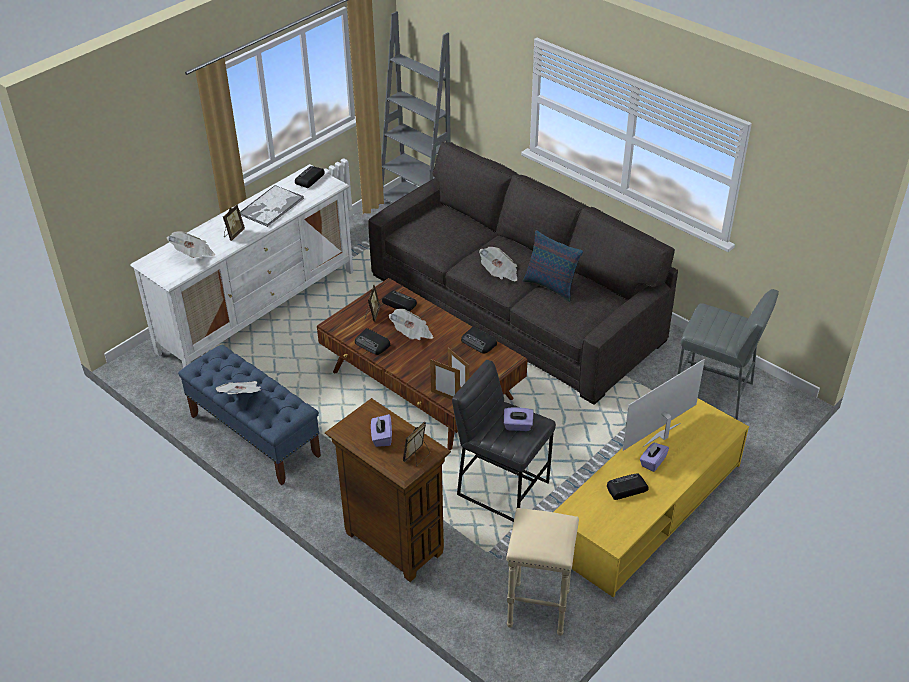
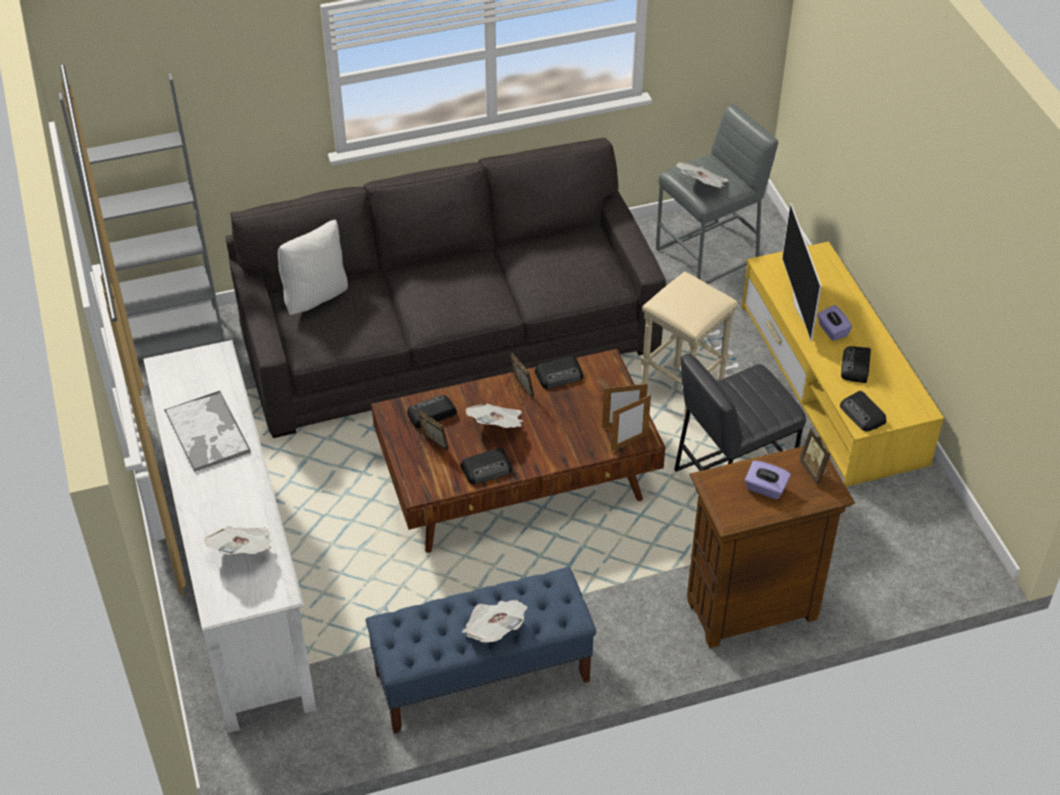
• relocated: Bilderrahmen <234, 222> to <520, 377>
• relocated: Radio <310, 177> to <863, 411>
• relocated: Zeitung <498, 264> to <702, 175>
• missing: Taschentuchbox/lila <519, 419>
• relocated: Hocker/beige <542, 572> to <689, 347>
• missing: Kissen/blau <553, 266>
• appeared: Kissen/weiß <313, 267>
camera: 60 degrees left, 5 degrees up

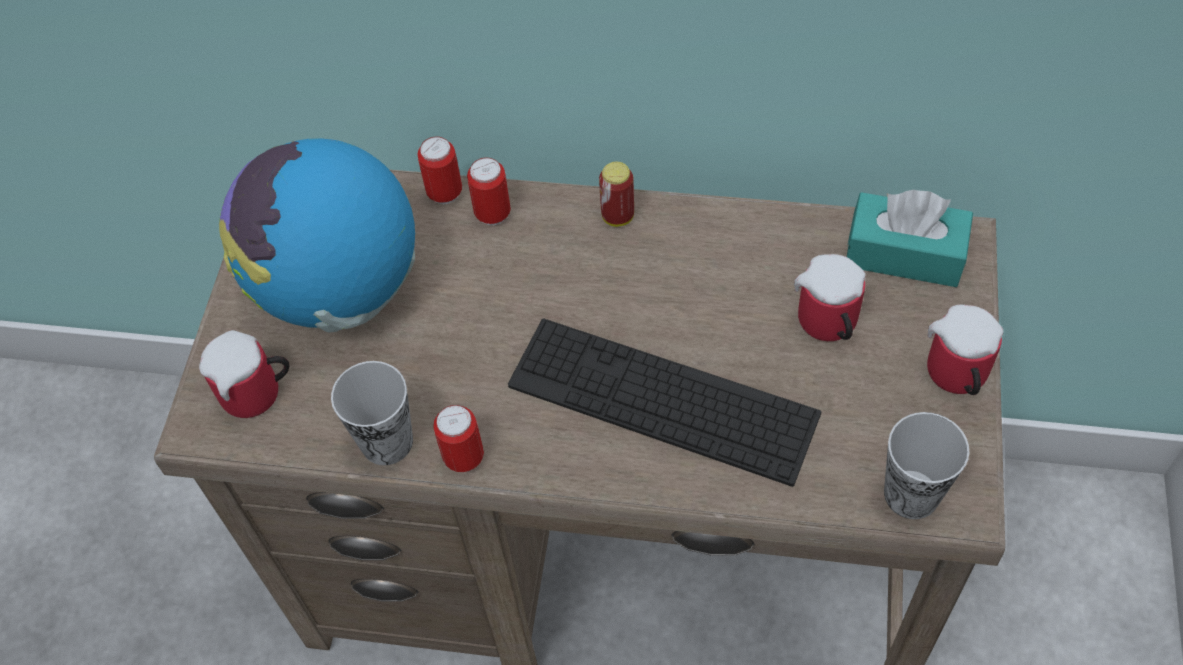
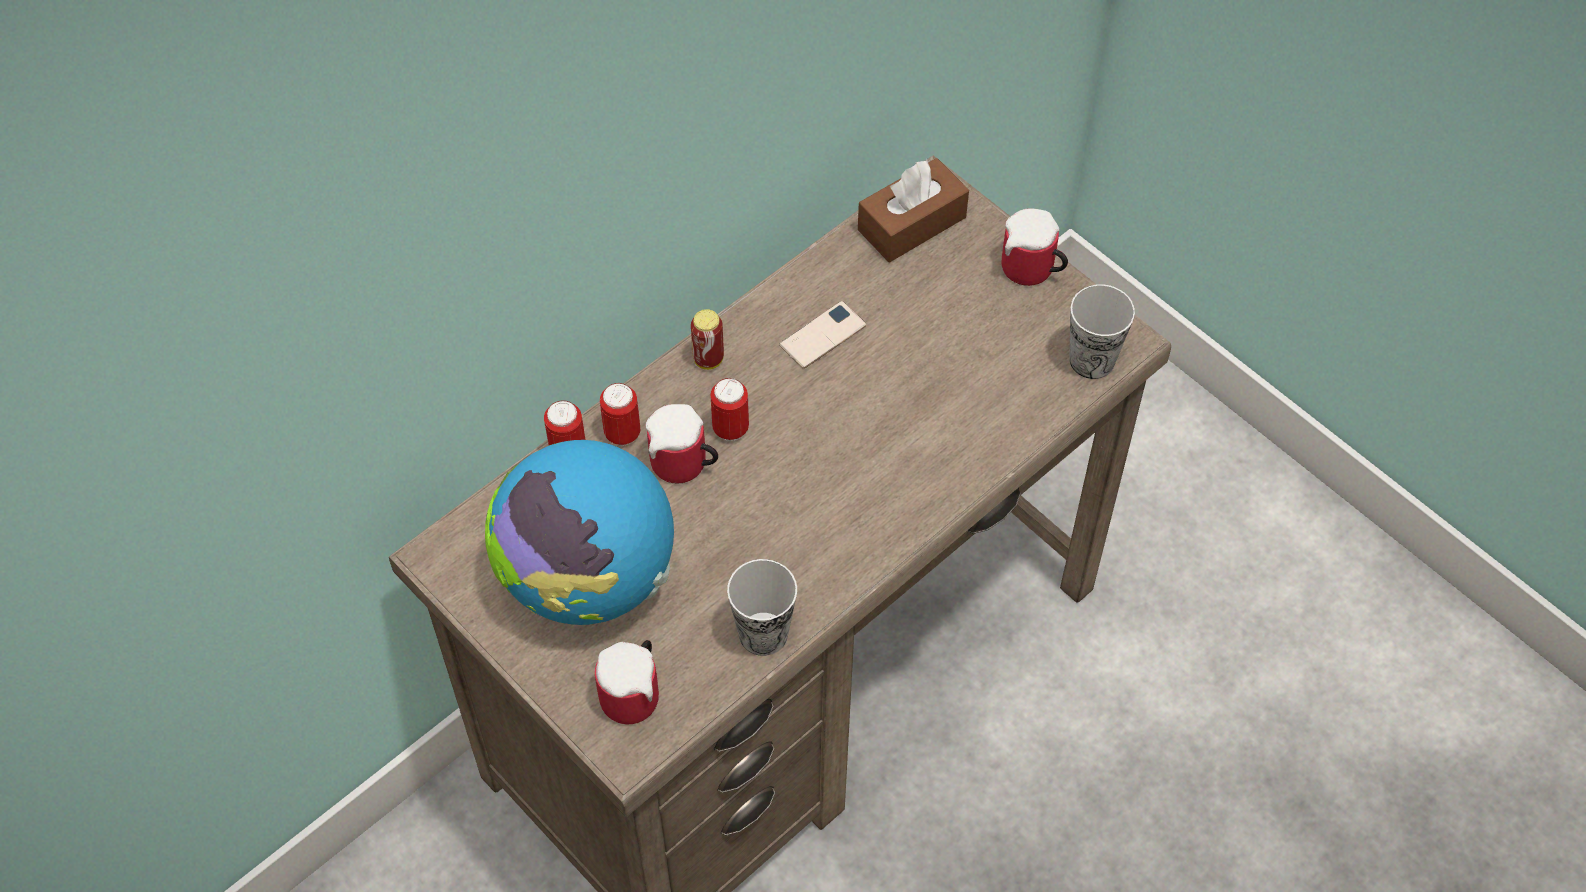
• relocated: Dose <458, 438> to <730, 409>
• missing: Tastatur <664, 403>
• relocated: Henkelbecher <830, 297> to <681, 444>
• colour: Taschentuchbox/türkis <910, 238> to Taschentuchbox/braun <913, 210>
• appeared: Handy <823, 335>
camera: 55 degrees left, 0 degrees up

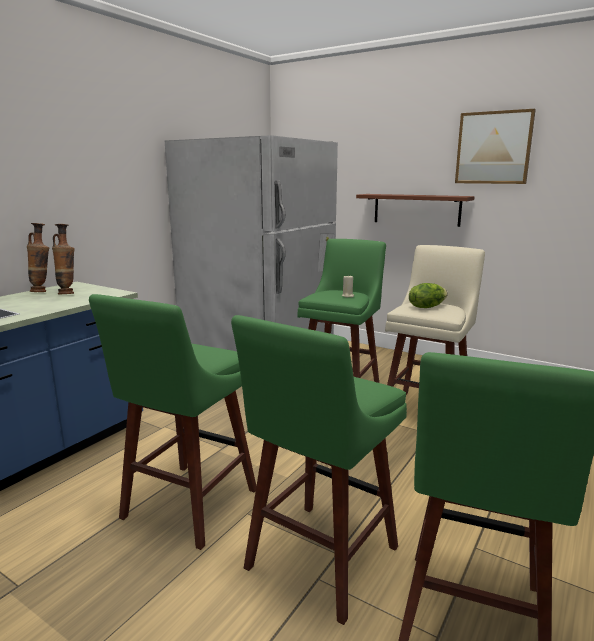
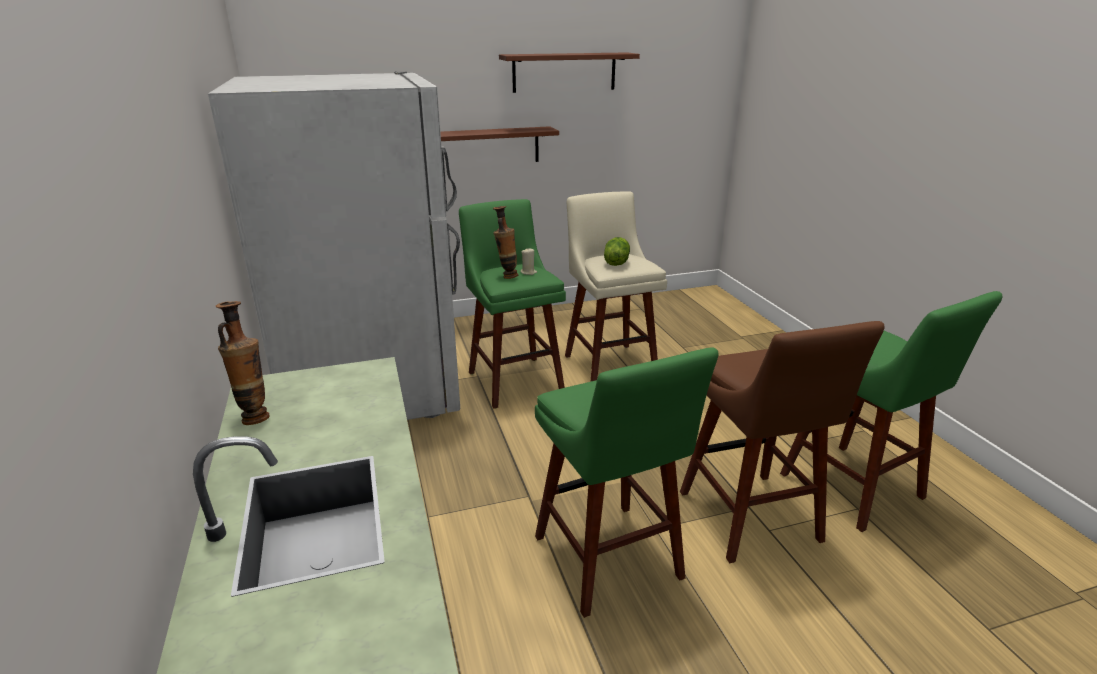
• relocated: Vase <63, 259> to <505, 242>
• colour: Hocker/grün <319, 470> to Hocker/braun <782, 442>
• exchanged: Bild <495, 146> to Wandregal/braun <569, 72>
camera: 50 degrees left, 10 degrees up

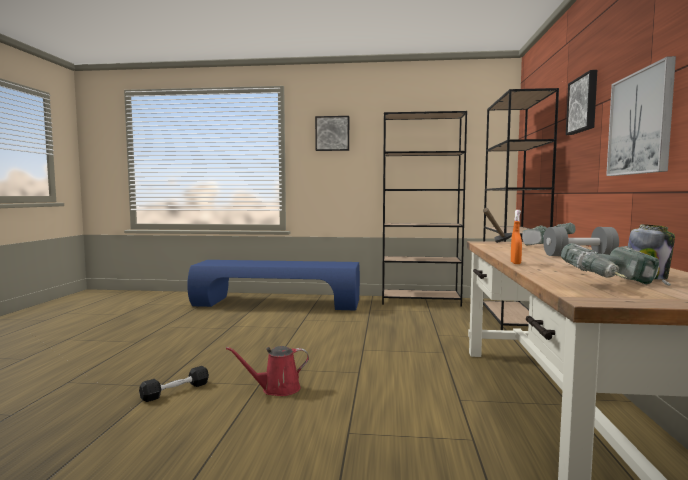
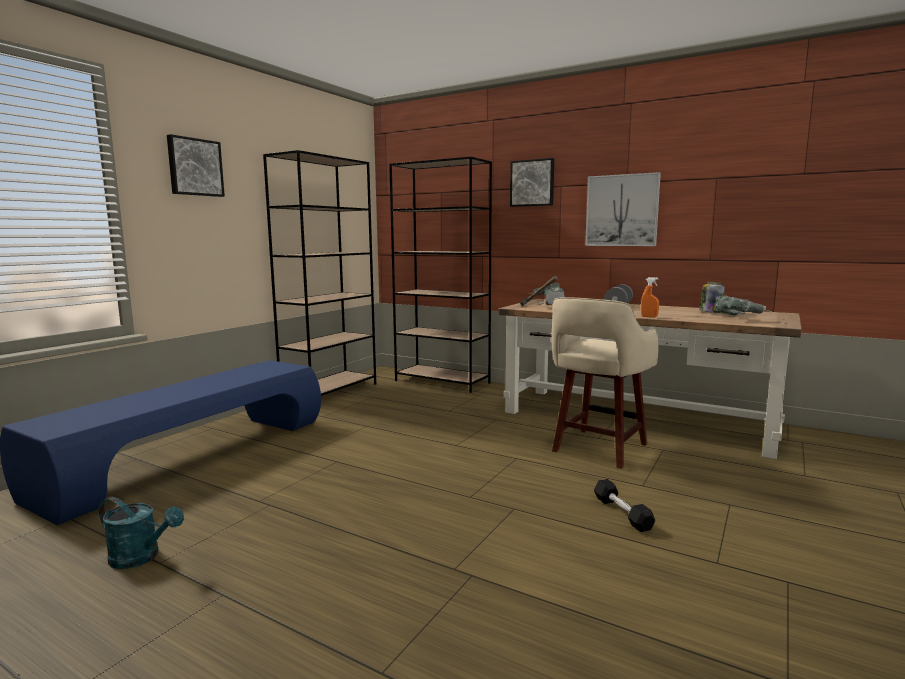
• relocated: Hantel/schwarz <174, 384> to <624, 505>
• missing: Gießkanne/rot <267, 371>
• appeared: Gießkanne/türkis <141, 533>
• appeared: Hocker/beige <605, 383>
camera: 65 degrees left, 5 degrees up

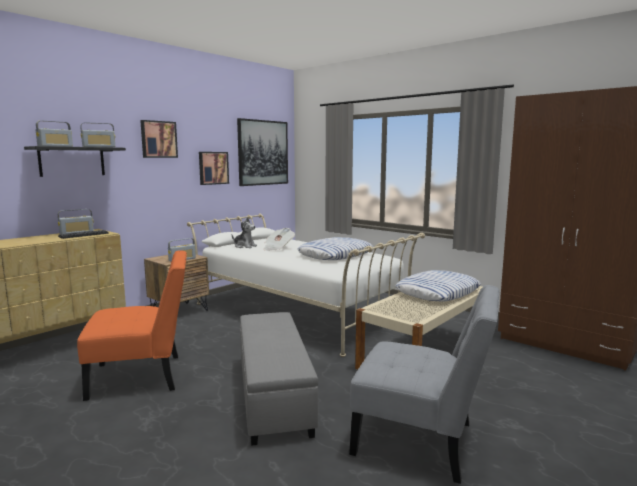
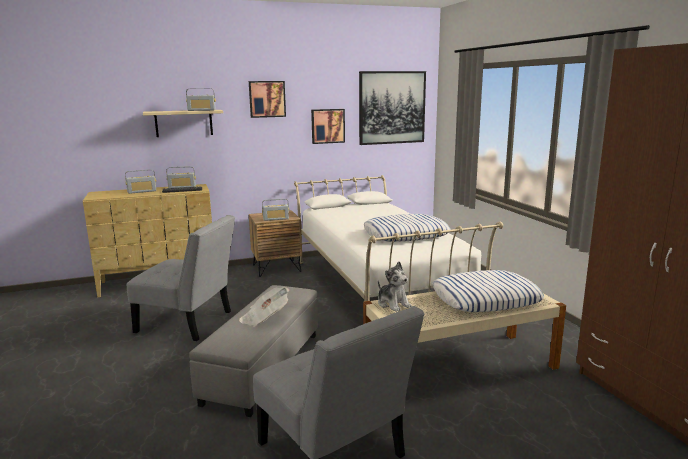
• colour: Wandregal/schwarz <75, 161> to Wandregal/beige <183, 123>
• relocated: Radio <54, 134> to <140, 181>
• colour: Stuhl/orange <132, 325> to Stuhl/grau <181, 278>
• relocated: Plüschtier <244, 232> to <394, 286>
• relocated: Zeitung <279, 239> to <264, 307>
camera: 30 degrees right, 5 degrees up

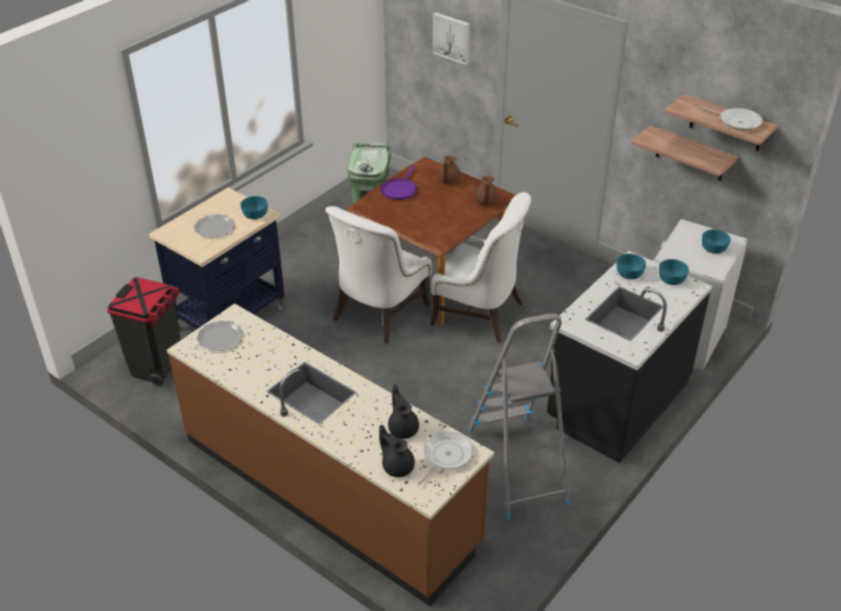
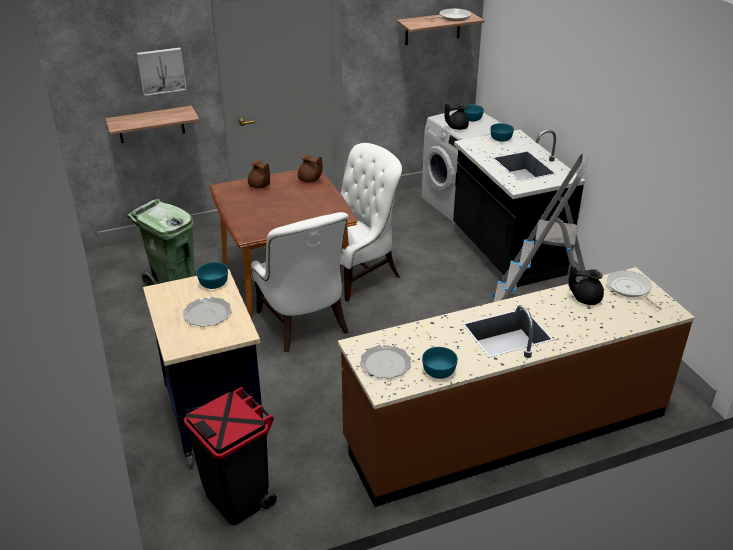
• relocated: Teekanne/schwarz <397, 451> to <456, 116>
• missing: Pfanne/lila <399, 183>
• relocated: Schüssel/türkis <631, 266> to <440, 363>
• relocated: Wandregal <684, 153> to <152, 124>
camera: 60 degrees left, 5 degrees down

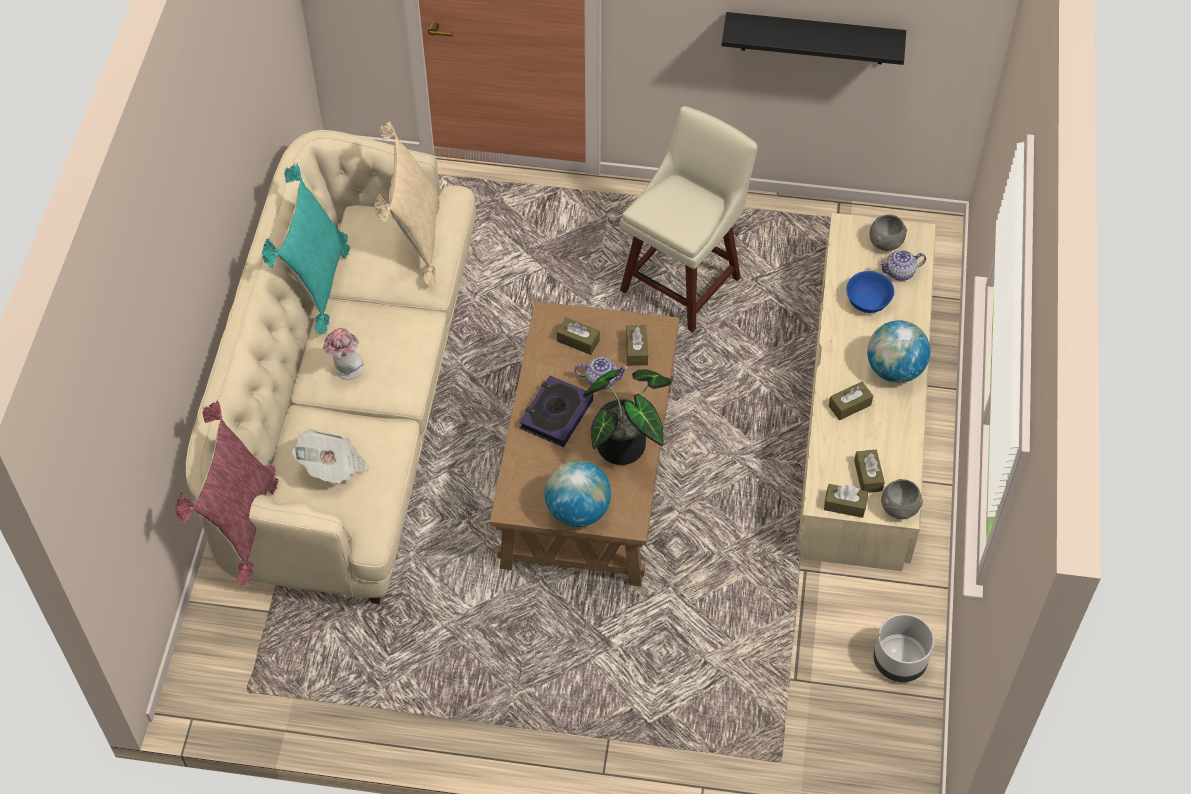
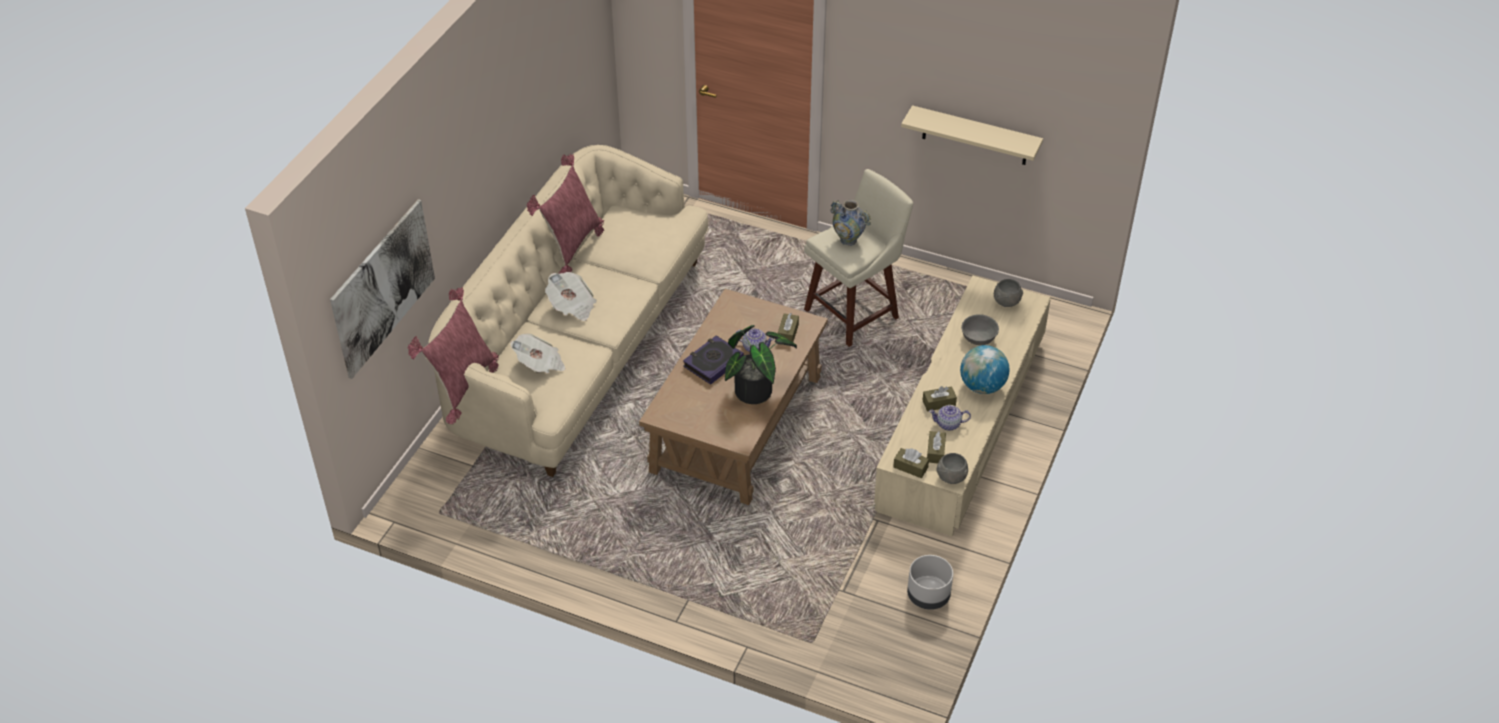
• colour: Kissen/türkis <305, 248> to Kissen/rot <565, 214>
• exchanged: Hut <343, 354> to Zeitung <571, 296>
• missing: Kissen/beige <407, 204>
• missing: Globus <578, 493>
• missing: Taschentuchbox/braun <578, 336>
• colour: Wandregal/schwarz <814, 38> to Wandregal/beige <972, 135>
• colour: Schüssel/blau <870, 292> to Schüssel/grau <980, 329>
• relocated: Teekanne <902, 265> to <950, 418>
• appeared: Bild <382, 289>
• appeared: Vase <850, 223>
camera: 15 degrees right, 10 degrees down

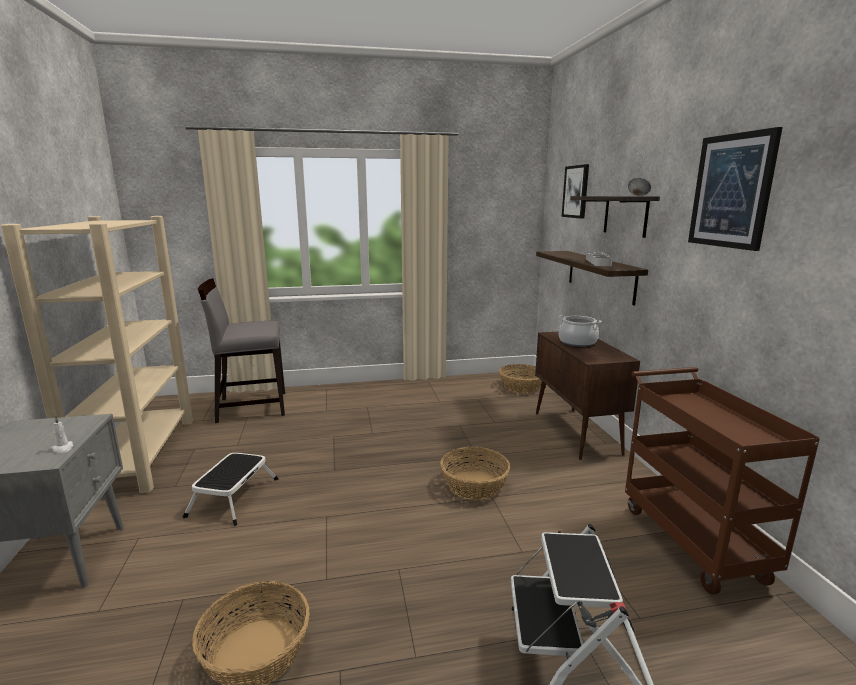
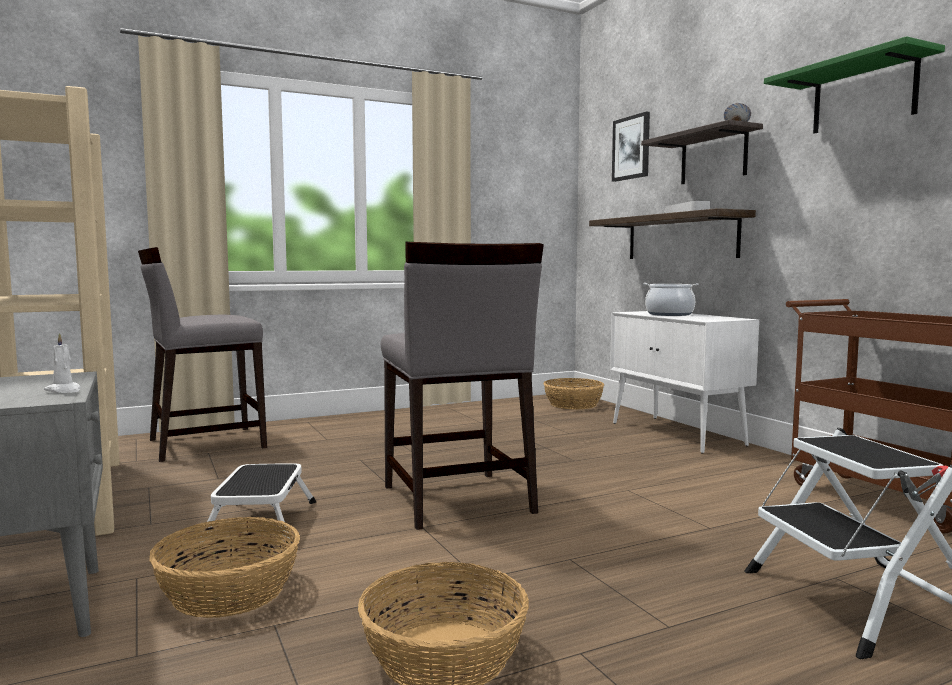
• relocated: Korb <475, 473> to <224, 567>
• colour: Schrank/braun <587, 396> to Schrank/weiß <684, 382>
• exchanged: Bild <735, 189> to Wandregal/grün <854, 85>
• appeared: Stuhl/grau <462, 386>
camera: 15 degrees left, 10 degrees down

